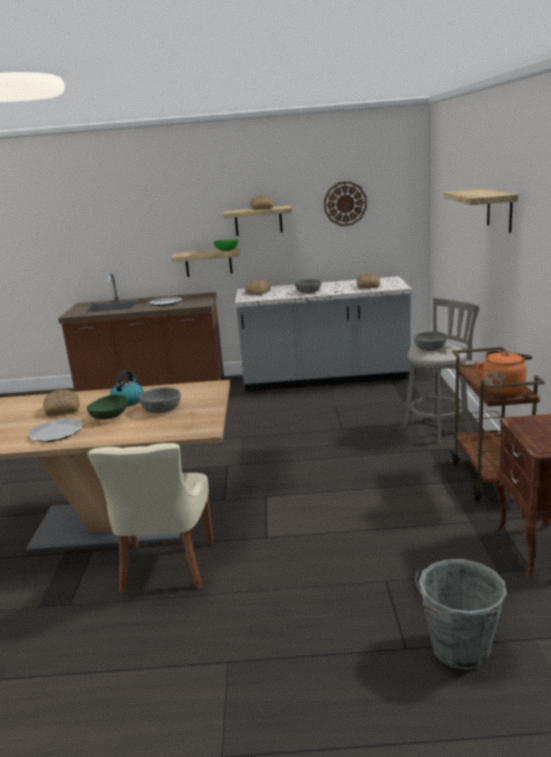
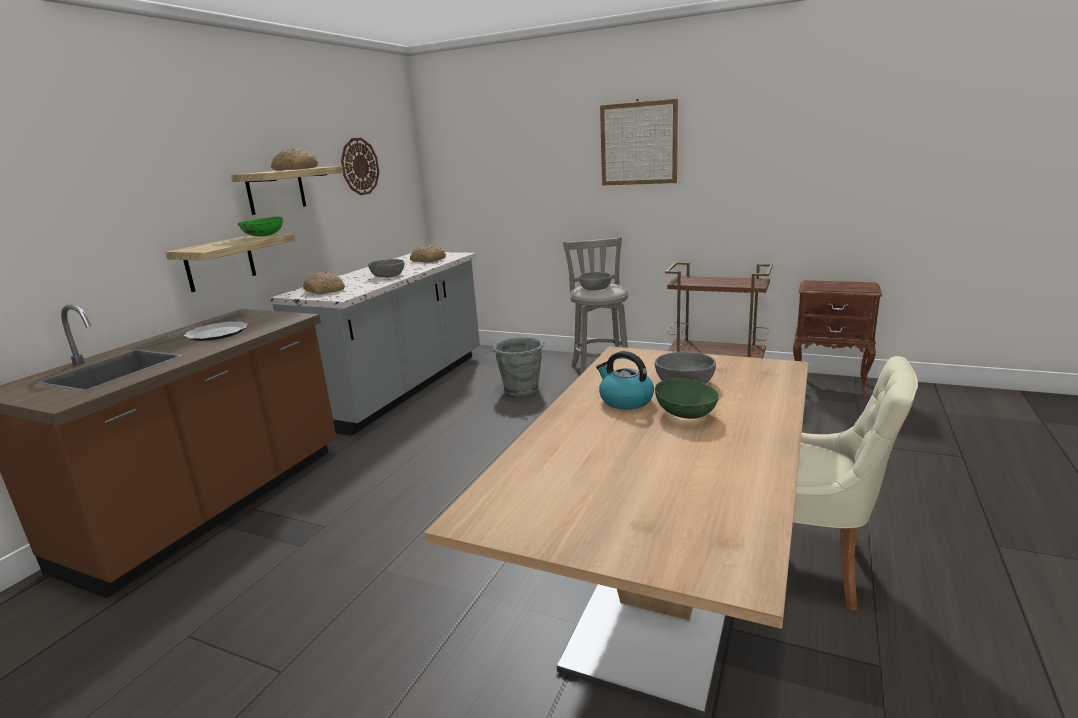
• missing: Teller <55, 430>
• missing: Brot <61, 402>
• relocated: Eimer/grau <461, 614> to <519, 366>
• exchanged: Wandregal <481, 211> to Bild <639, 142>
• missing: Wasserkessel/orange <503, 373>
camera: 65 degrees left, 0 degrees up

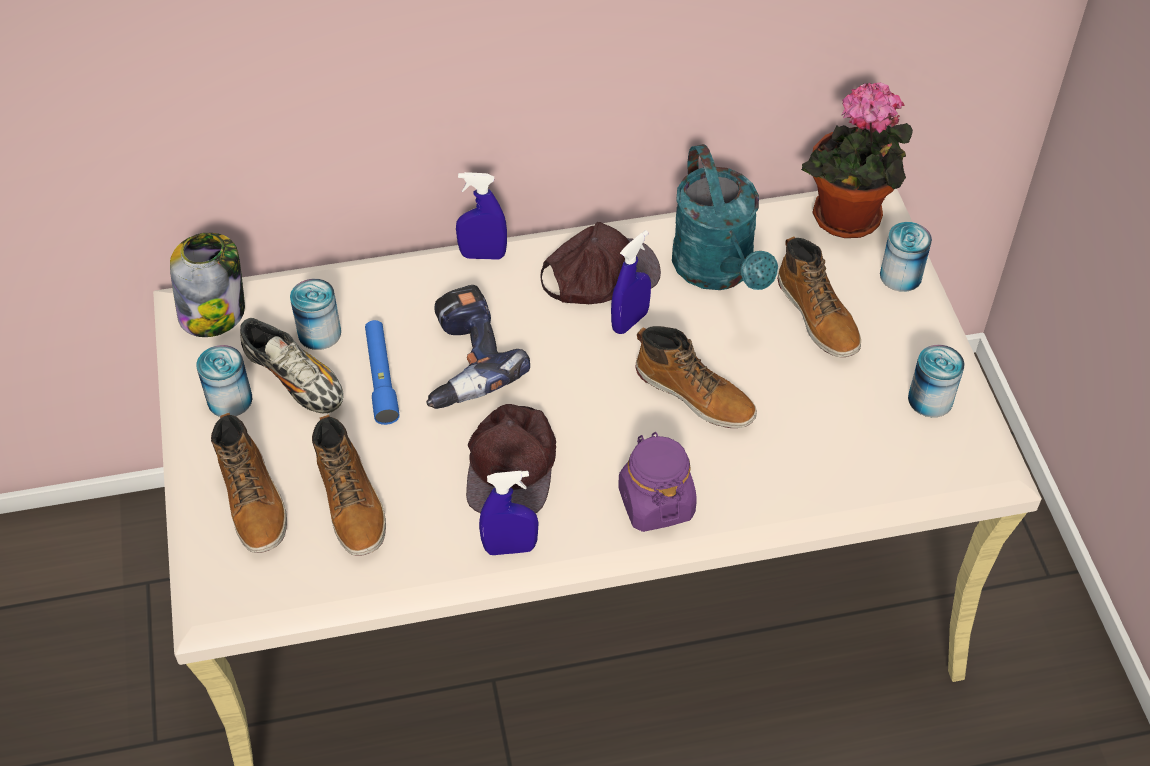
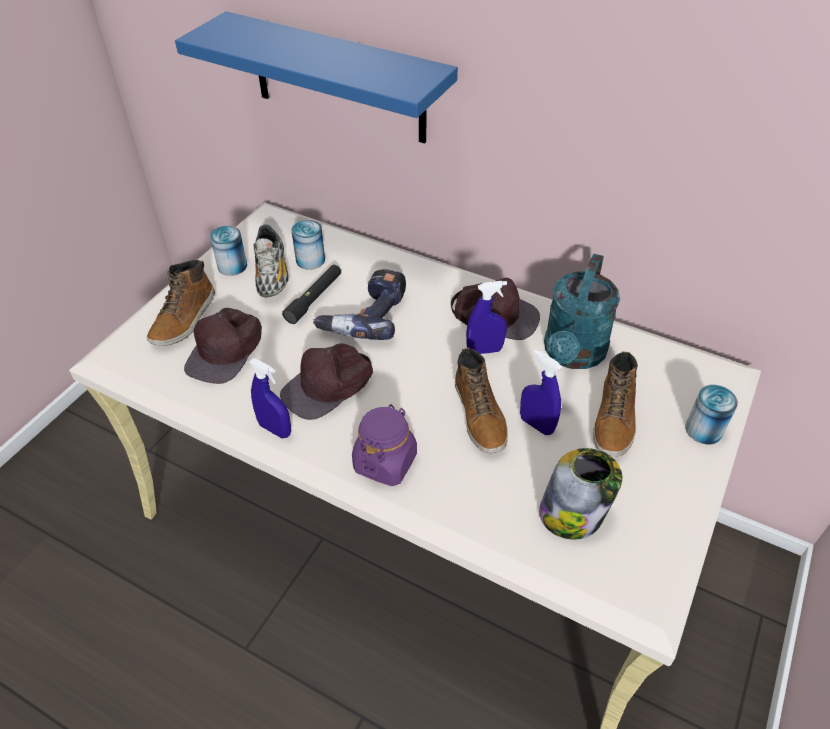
• relocated: Vorratsglas <207, 285> to <580, 494>
• exchanged: Stiefel <349, 485> to Kappe/braun <223, 346>
• colour: Taschenlampe/blau <382, 372> to Taschenlampe/schwarz <311, 294>
• relocated: Sprühflasche/blau <481, 216> to <541, 392>
• missing: Topfpflanze <857, 160>
• missing: Dose <936, 381>
• appeared: Wandregal/blau <316, 77>
camera: 40 degrees right, 5 degrees down

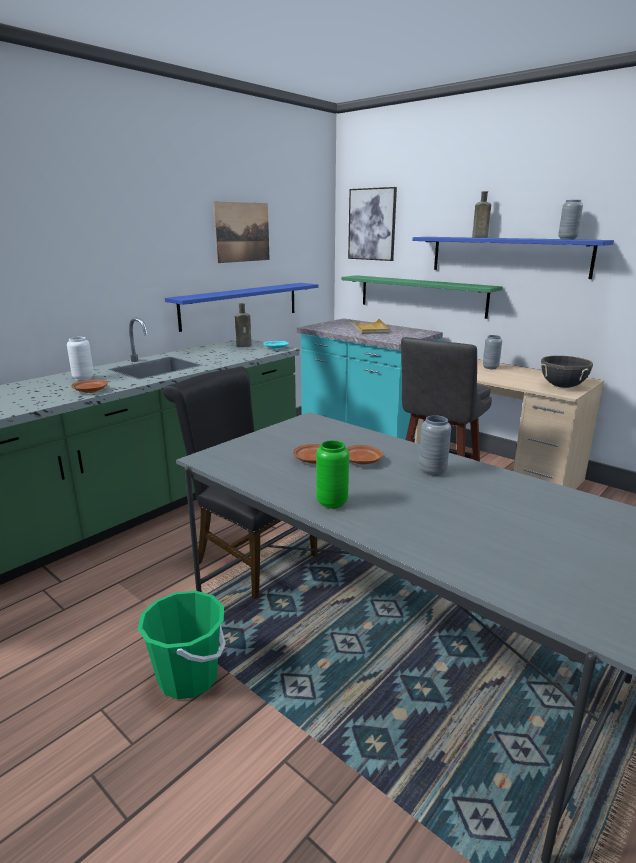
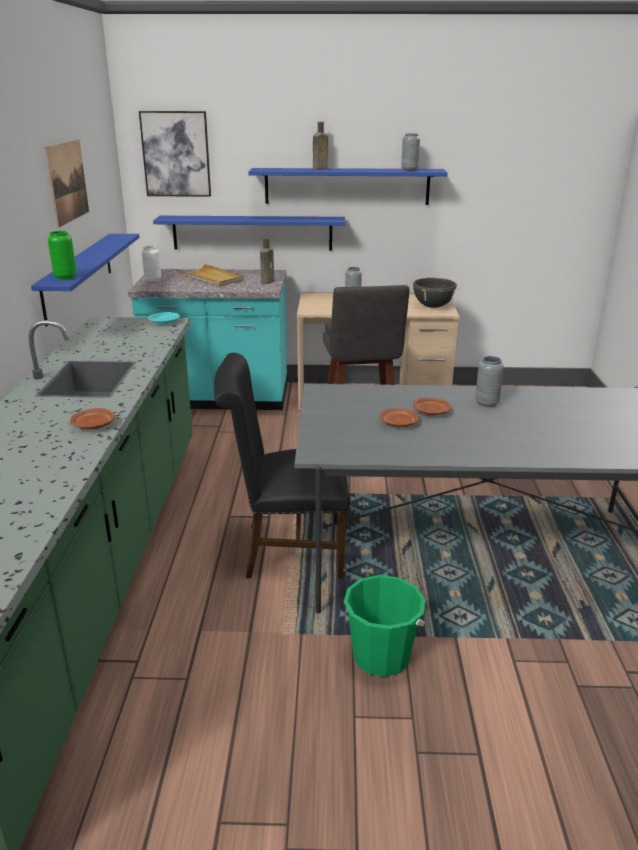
• relocated: Vase/weiß <80, 359> to <151, 264>
• relocated: Flasche/braun <243, 325> to <267, 261>
• relocated: Vase/grün <332, 474> to <62, 255>
• colour: Wandregal/grün <422, 297> to Wandregal/blau <249, 233>
camera: 40 degrees left, 5 degrees up

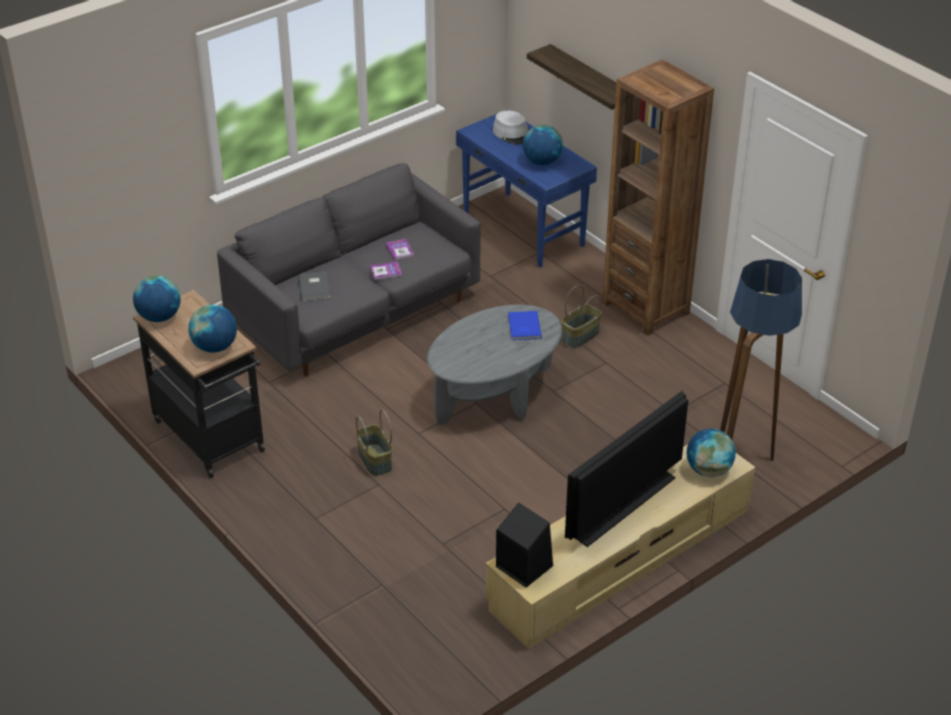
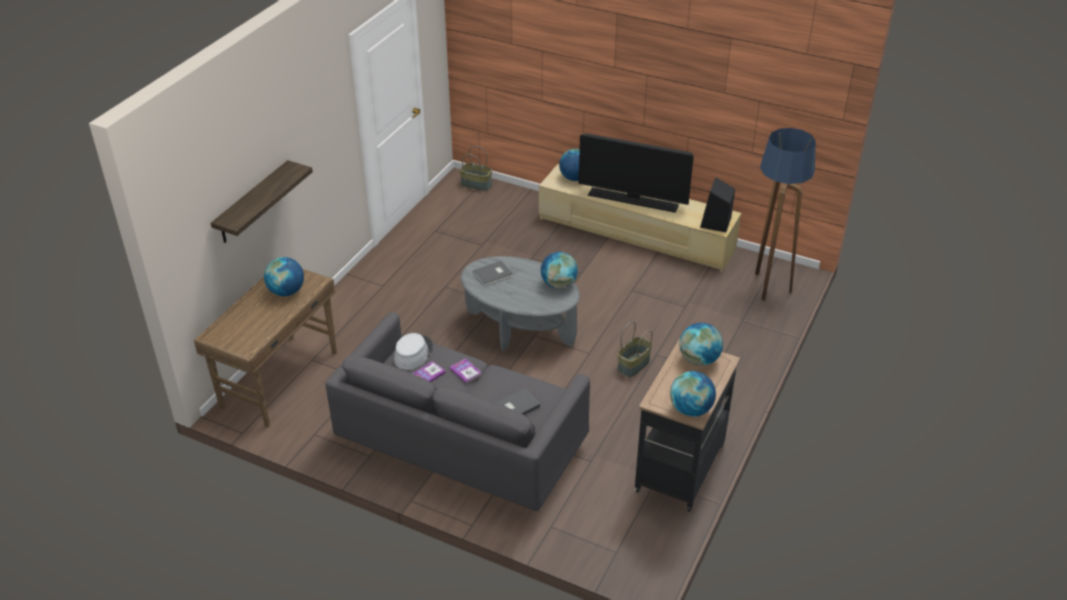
• colour: Konsolentisch/blau <526, 188> to Konsolentisch/braun <265, 348>
• relocated: Hut/grau <511, 127> to <413, 351>
• colour: Buch/blau <525, 325> to Buch/grau <493, 273>
• relocated: Korb <581, 316> to <476, 168>
• missing: Bücherregal/braun <658, 198>
• relocated: Stehlampe <761, 360> to <785, 214>
• appeared: Globus <559, 270>
camera: 115 degrees left, 0 degrees up

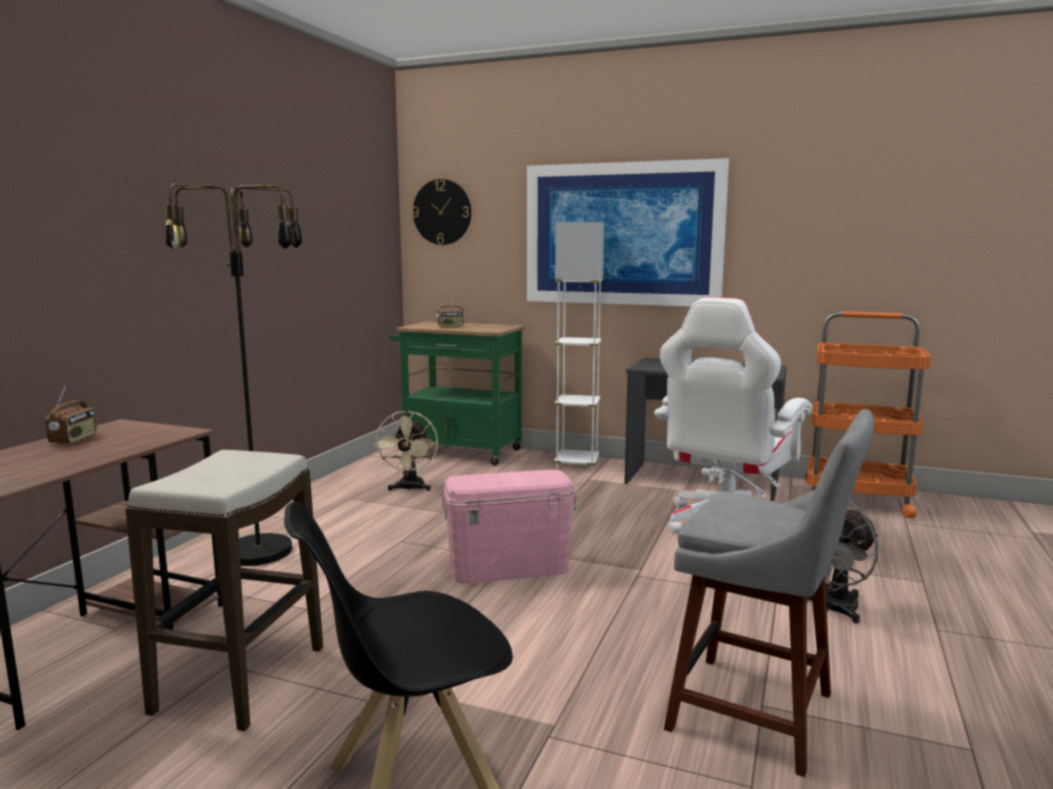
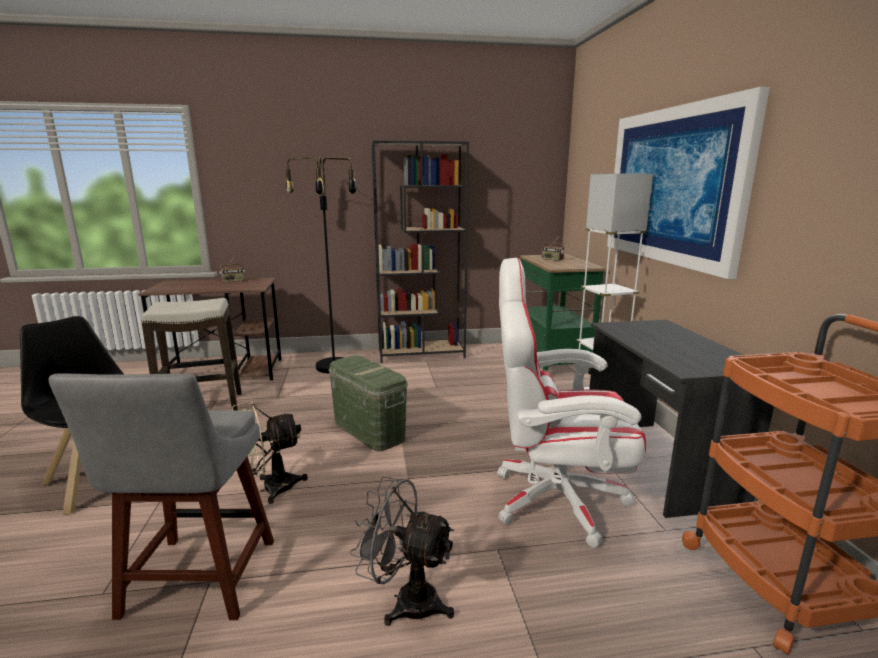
• relocated: Ventilator/beige <406, 451> to <270, 453>
• missing: Wanduhr <441, 212>
• colour: Aufbewahrungsbox/rosa <509, 526> to Aufbewahrungsbox/grün <368, 403>
• appeared: Bücherregal <420, 252>
camera: 60 degrees right, 5 degrees up

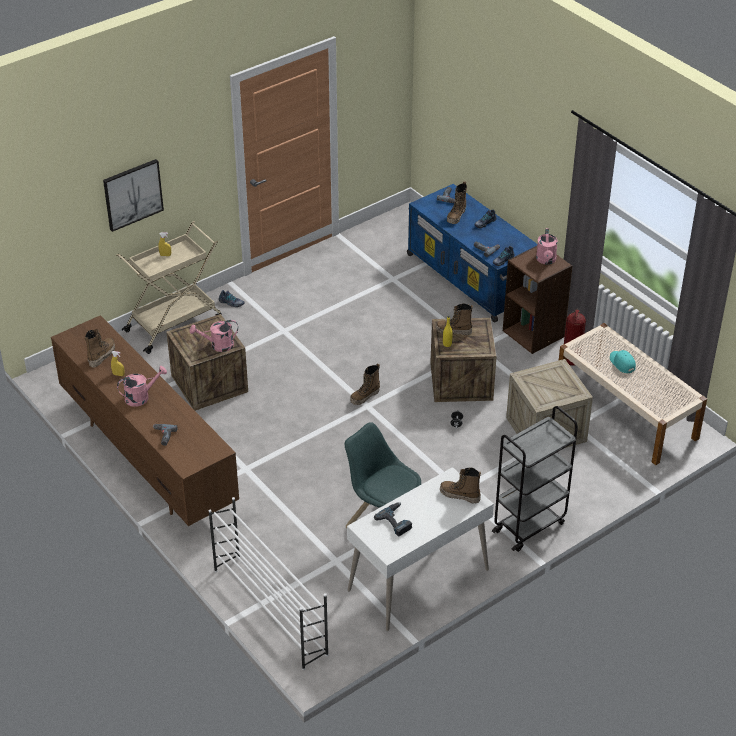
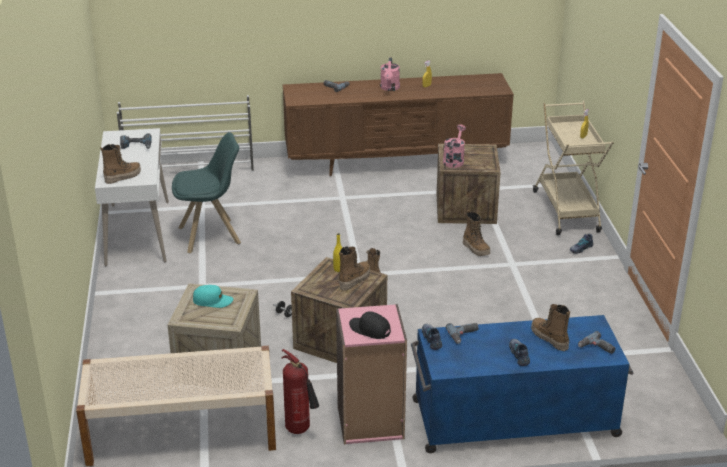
• relocated: Stiefel <100, 348> to <476, 233>
• missing: Bild <133, 195>
• missing: Rollwagen/grau <535, 479>
• colour: Bücherregal/braun <538, 300> to Bücherregal/rosa <371, 374>
• exchanged: Gießkanne/rosa <547, 246> to Kappe/schwarz <370, 325>
• relocated: Kappe/türkis <623, 361> to <213, 296>
camera: 120 degrees right, 10 degrees down

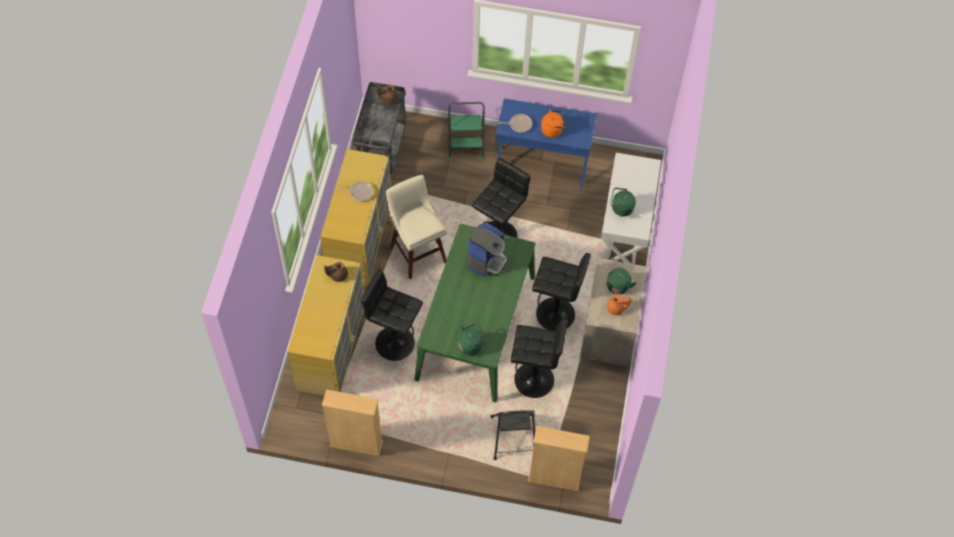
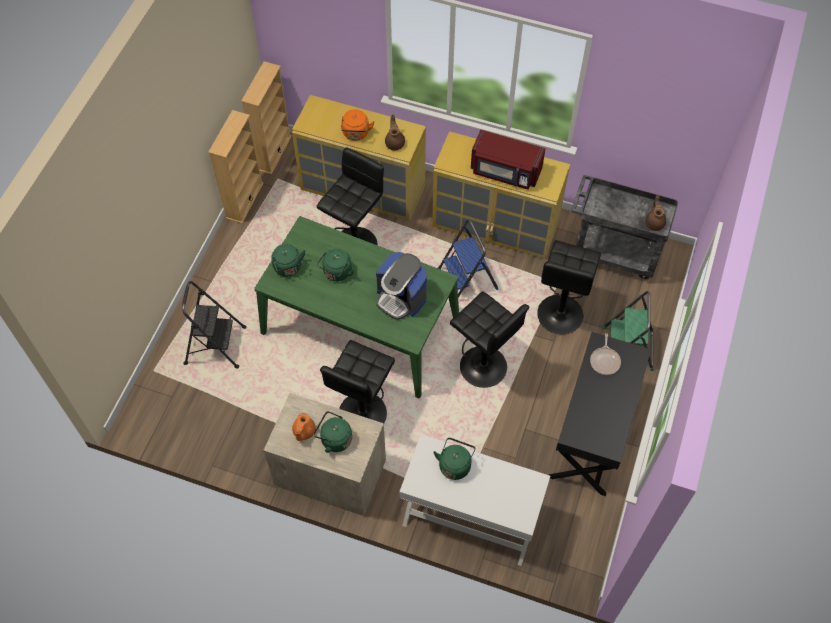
• exchanged: Pfanne <355, 191> to Mikrowelle/rot <508, 160>
• exchanged: Hocker/beige <416, 227> to Trittleiter/blau <468, 258>
• colour: Konsolentisch/blau <546, 143> to Konsolentisch/schwarz <600, 414>
• relocated: Hocker/schwarz <539, 358> to <569, 287>
• relocated: Bücherregal/beige <559, 458> to <266, 118>
• relocated: Wasserkessel/orange <553, 123> to <358, 125>
• appeared: Wasserkessel/grün <336, 265>
camera: 100 degrees right, 0 degrees up

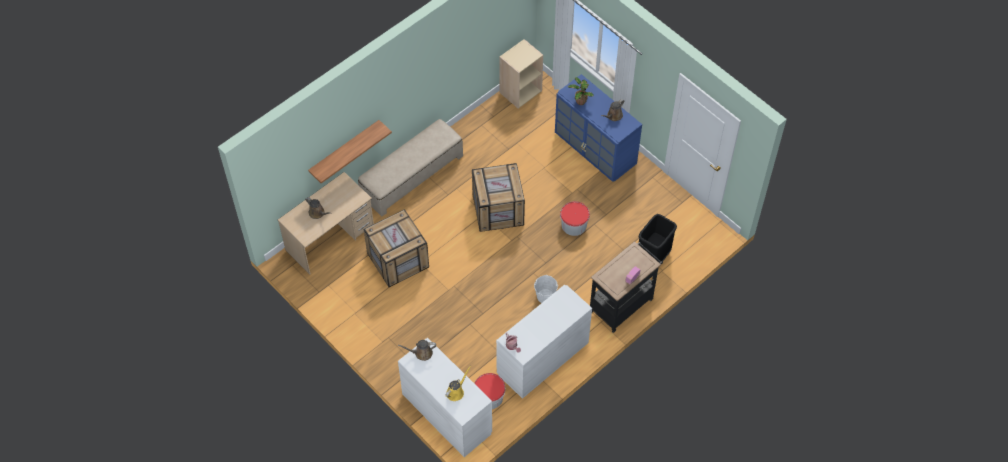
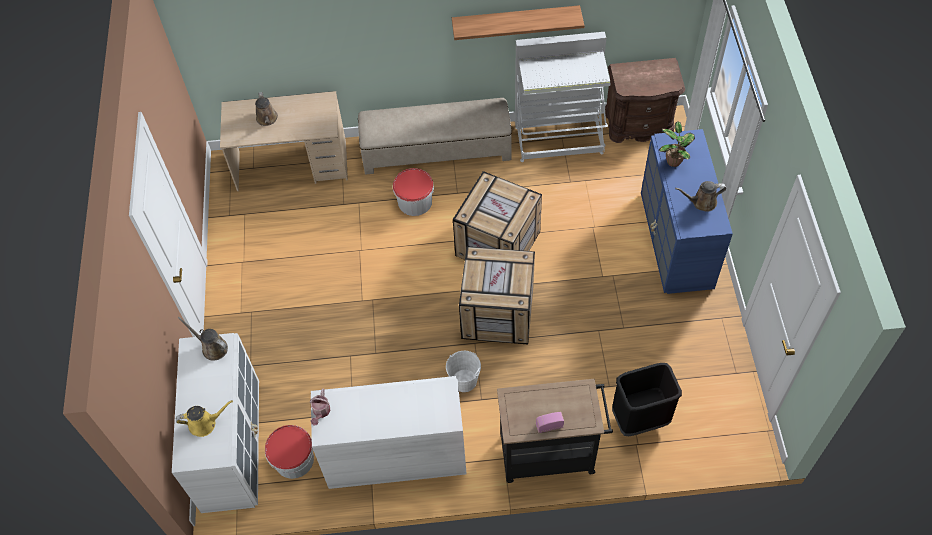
• relocated: Wandregal <350, 151> to <518, 22>
• relocated: Kiste <396, 248> to <497, 295>
• exchanged: Bücherregal/beige <521, 74> to Nachttisch/braun <645, 100>
• relocated: Eimer <575, 218> to <413, 192>
• appeared: Schuhregal/weiß <562, 97>
camera: 40 degrees right, 0 degrees up

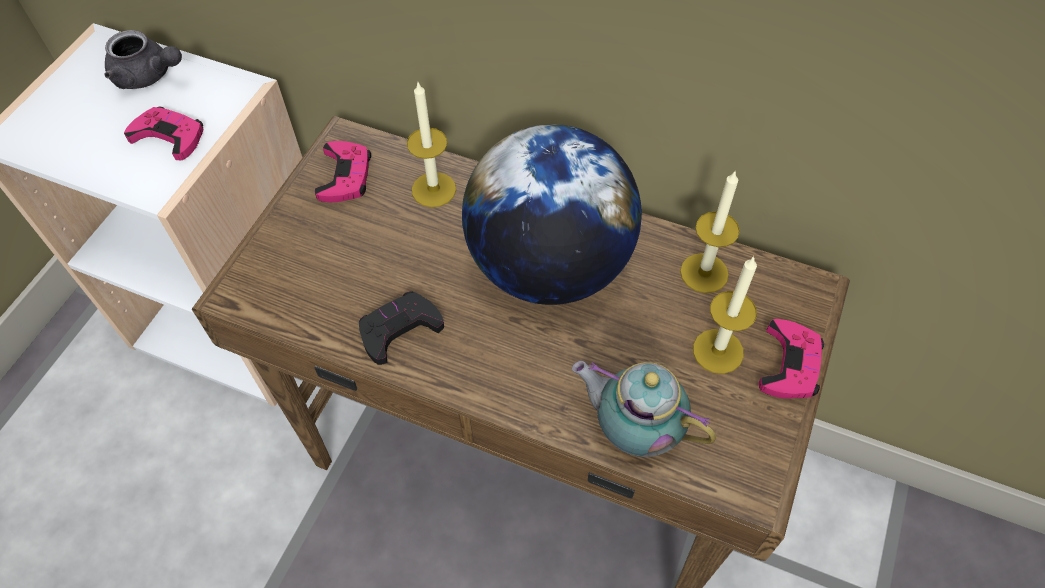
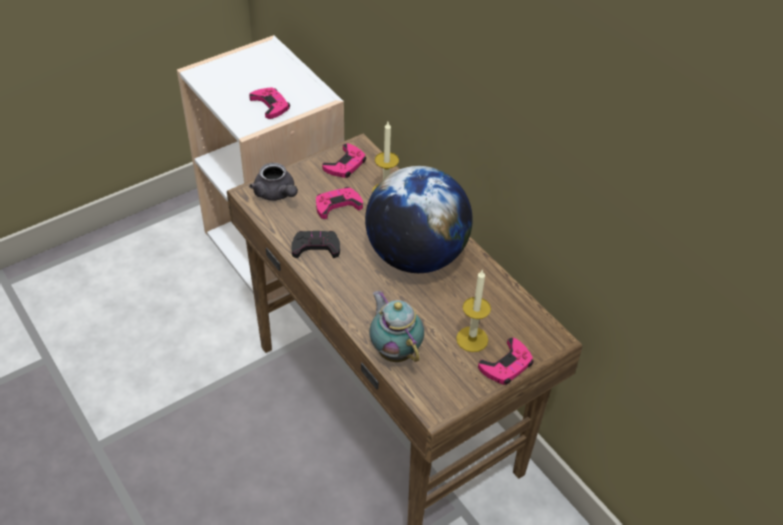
• relocated: Teekanne/grau <143, 59> to <273, 182>
• missing: Kerze <710, 231>
• appeared: Gamepad/rosa <339, 203>
camera: 30 degrees right, 10 degrees down

